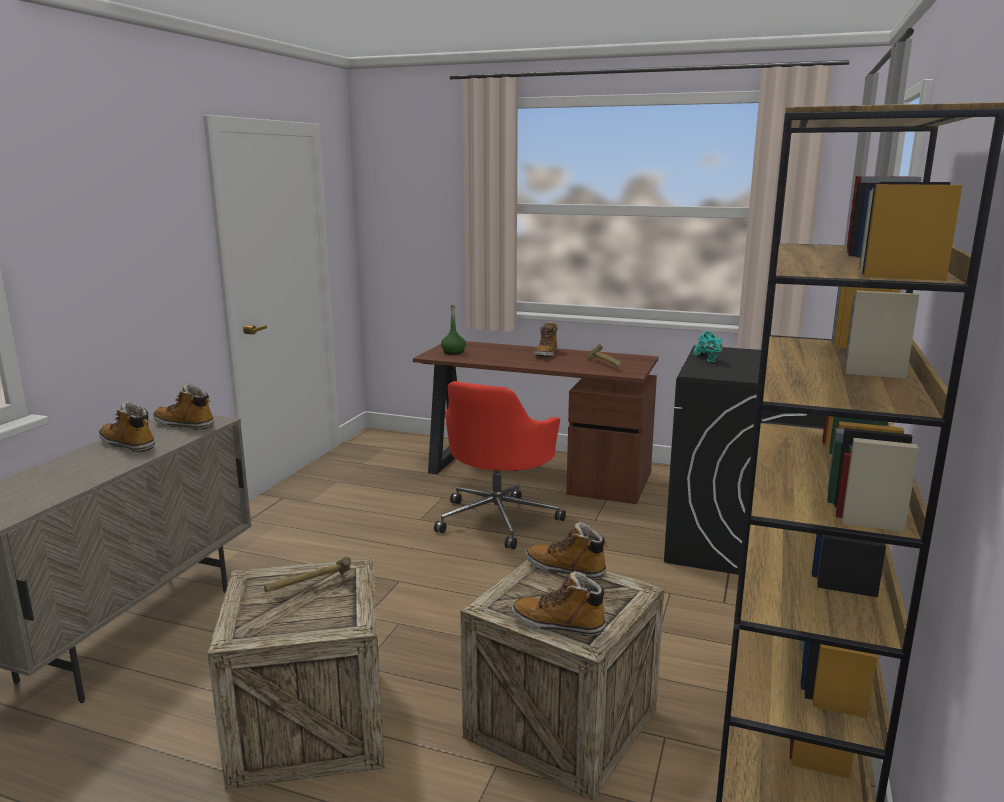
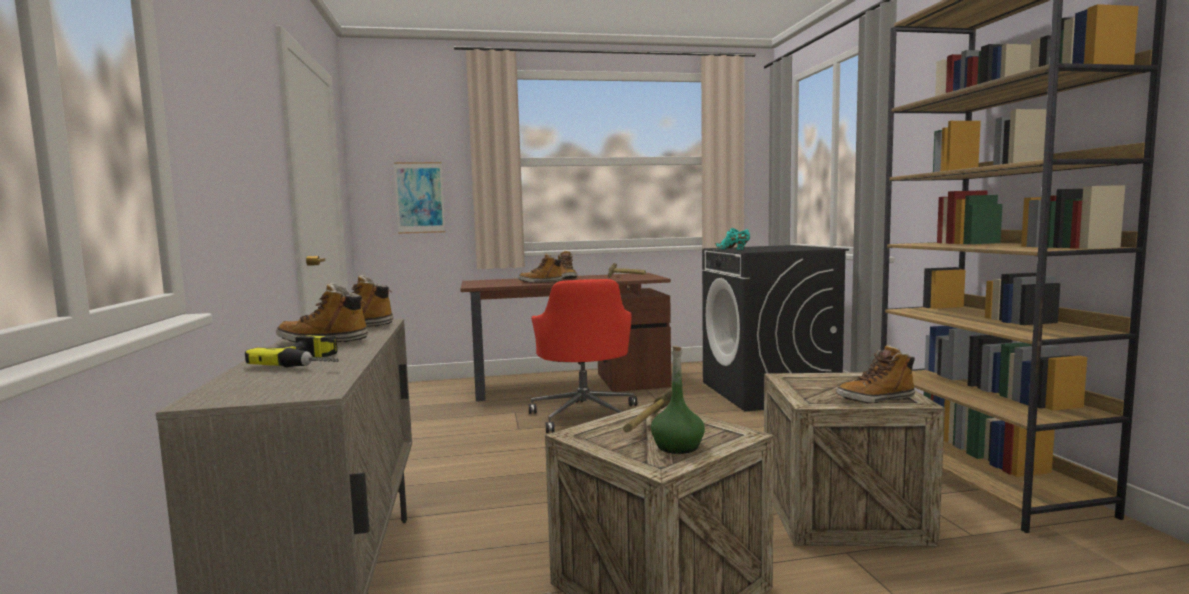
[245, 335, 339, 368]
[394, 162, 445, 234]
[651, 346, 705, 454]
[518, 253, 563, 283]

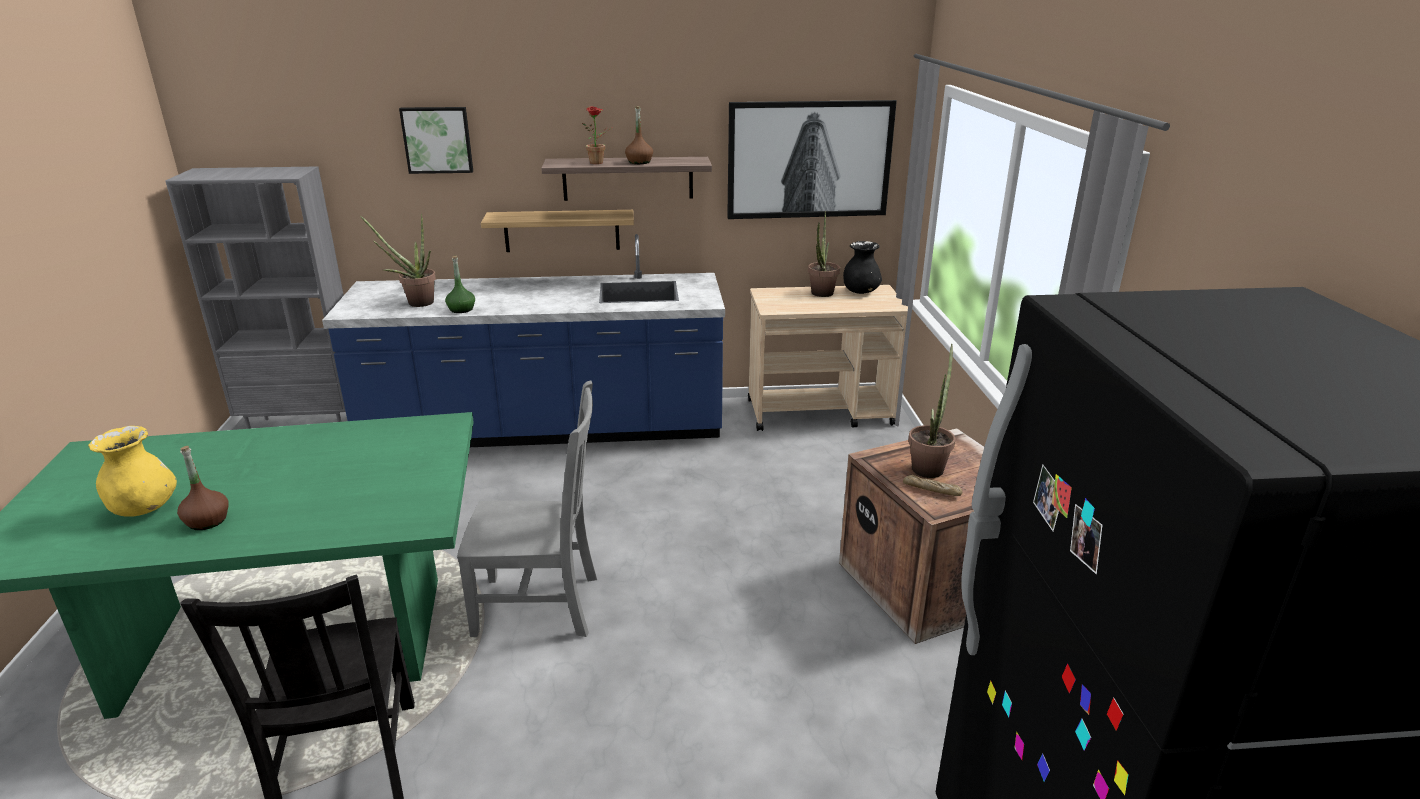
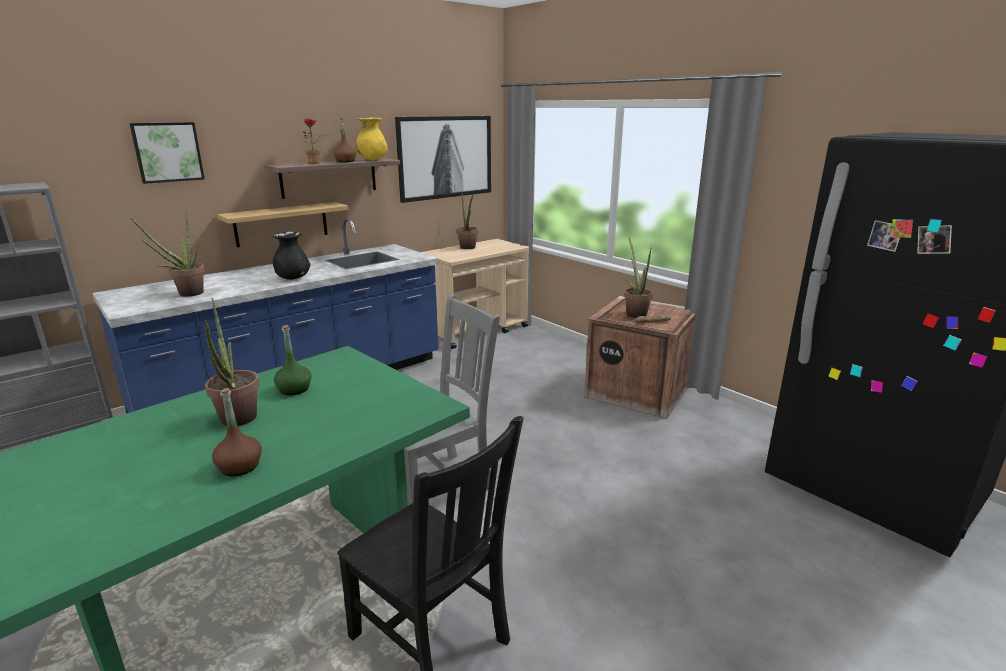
[205, 297, 260, 426]
[356, 118, 388, 160]
[274, 325, 312, 395]
[273, 232, 310, 280]

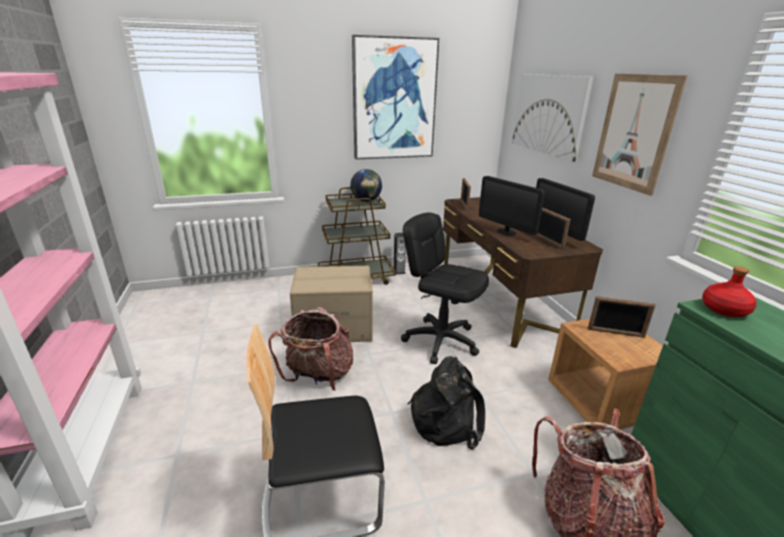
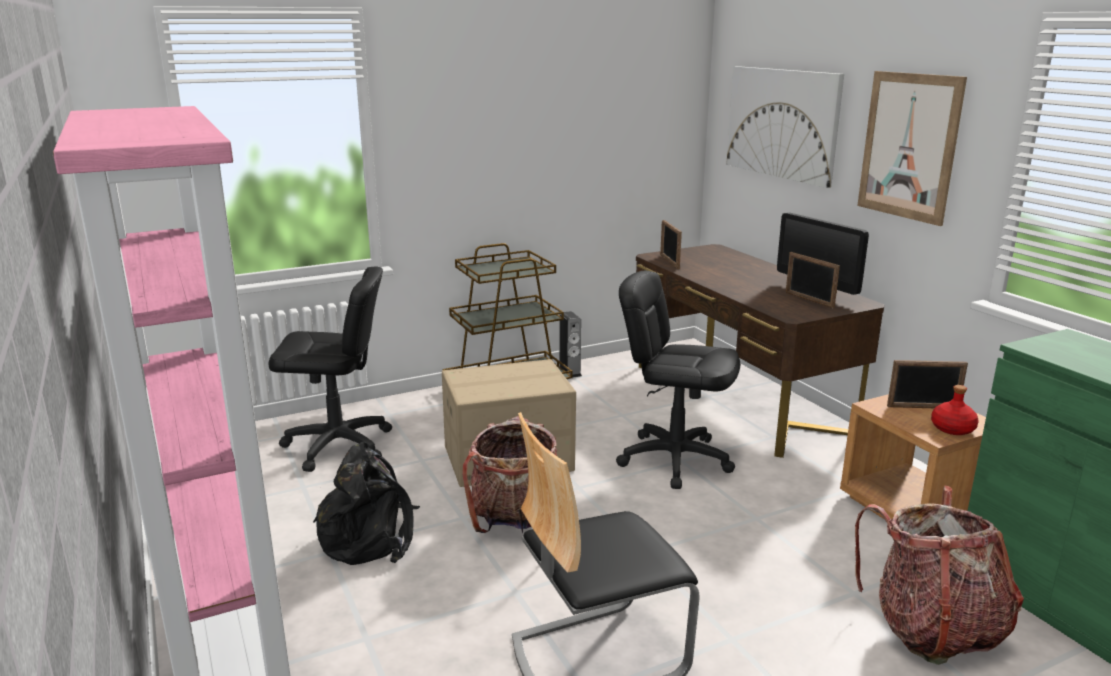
[350, 169, 382, 202] (first image)
[352, 35, 439, 159] (first image)
[479, 176, 545, 236] (first image)
[269, 267, 392, 472]
[313, 442, 420, 565]
[931, 385, 979, 435]

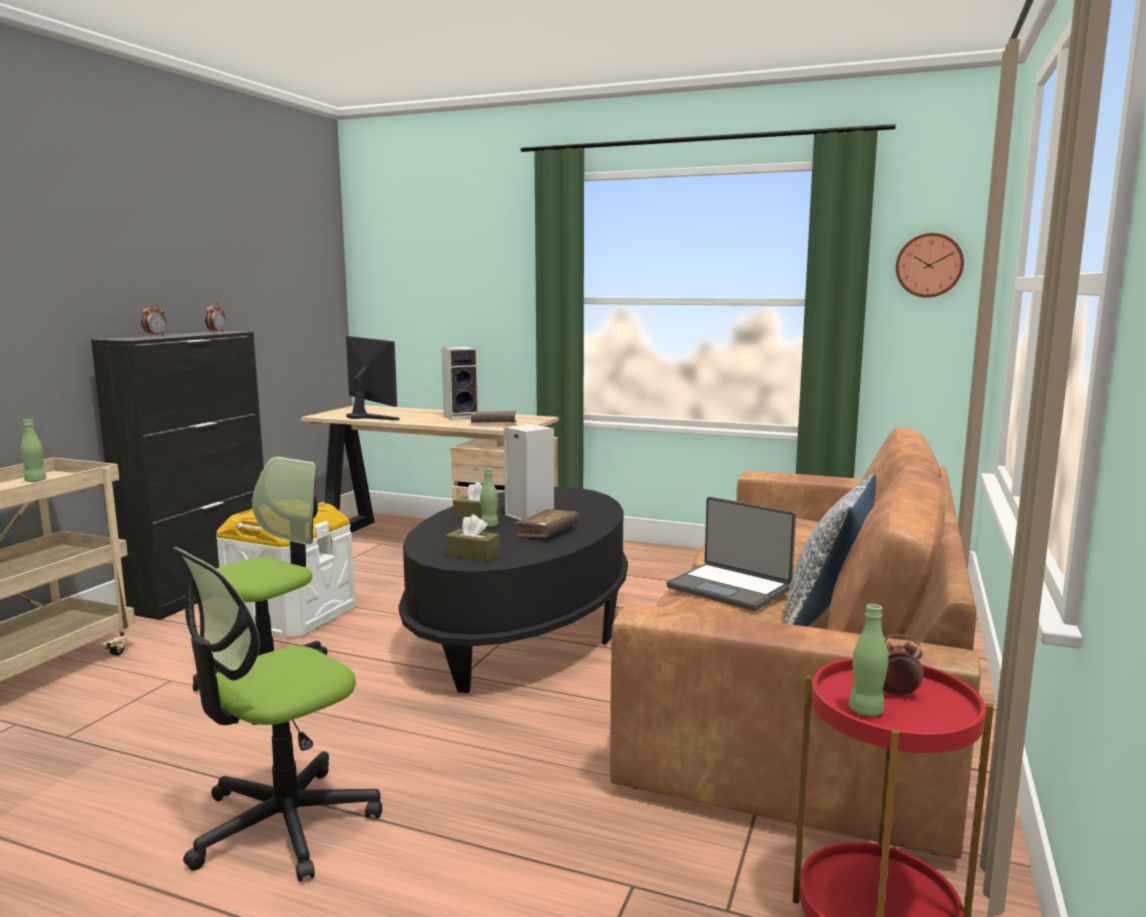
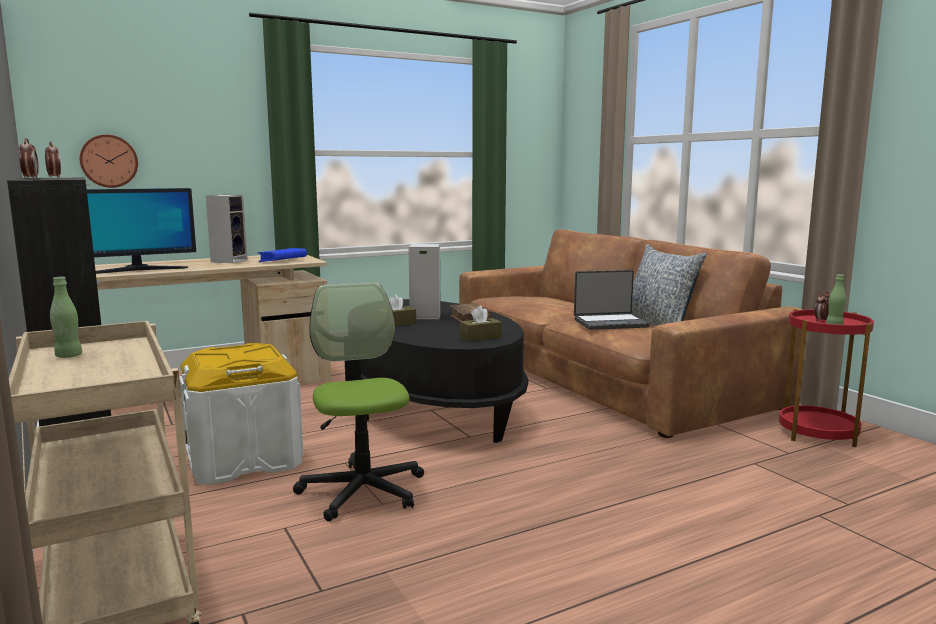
[172, 547, 382, 882] (first image)
[480, 468, 498, 527] (first image)
[80, 134, 138, 188]
[258, 248, 307, 262]
[87, 188, 196, 274]

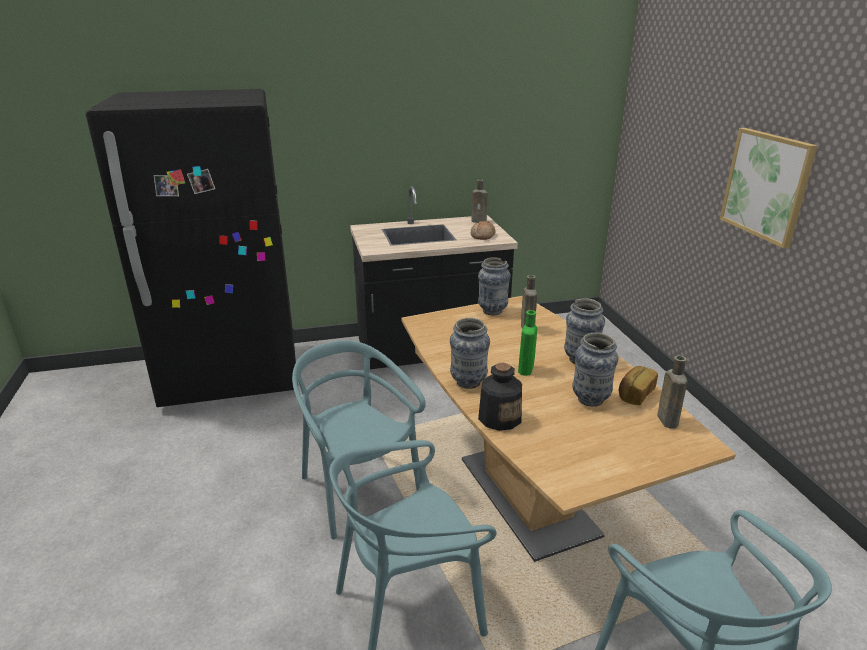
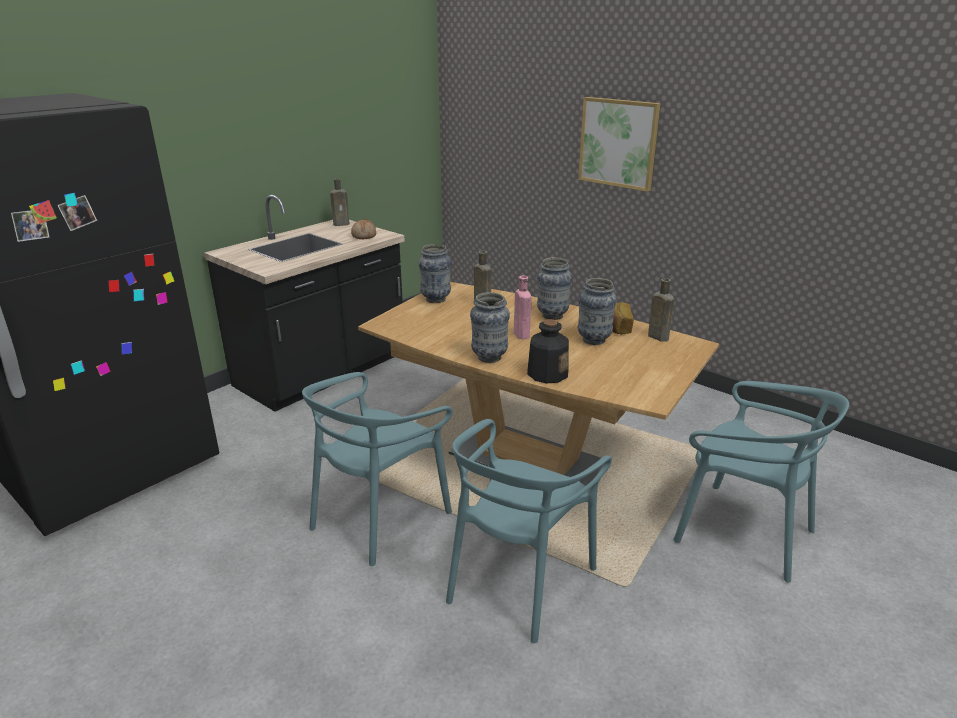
[514, 276, 532, 339]
[302, 372, 453, 566]

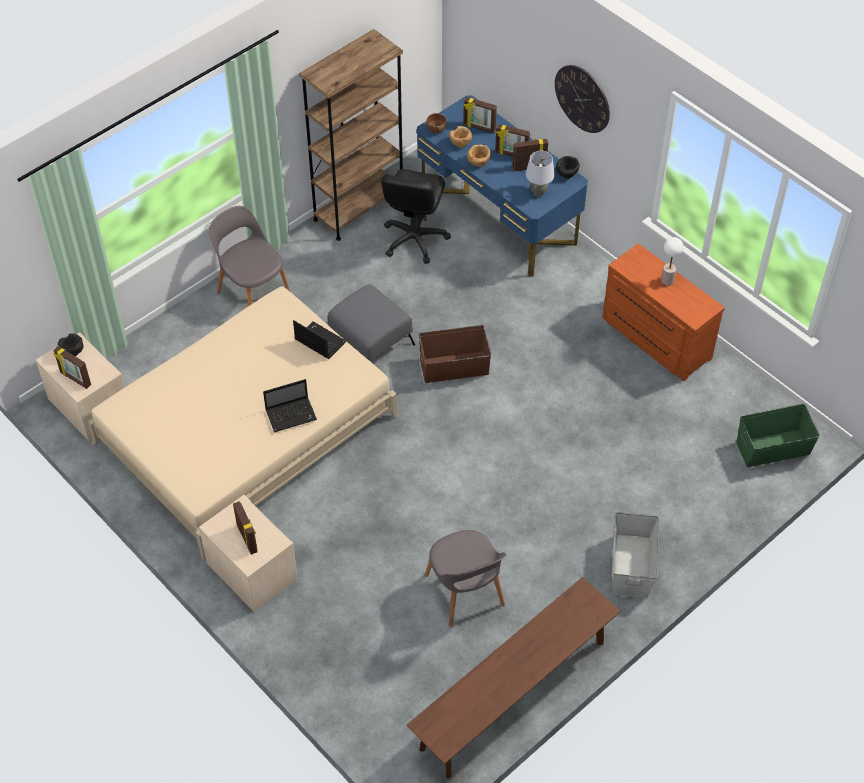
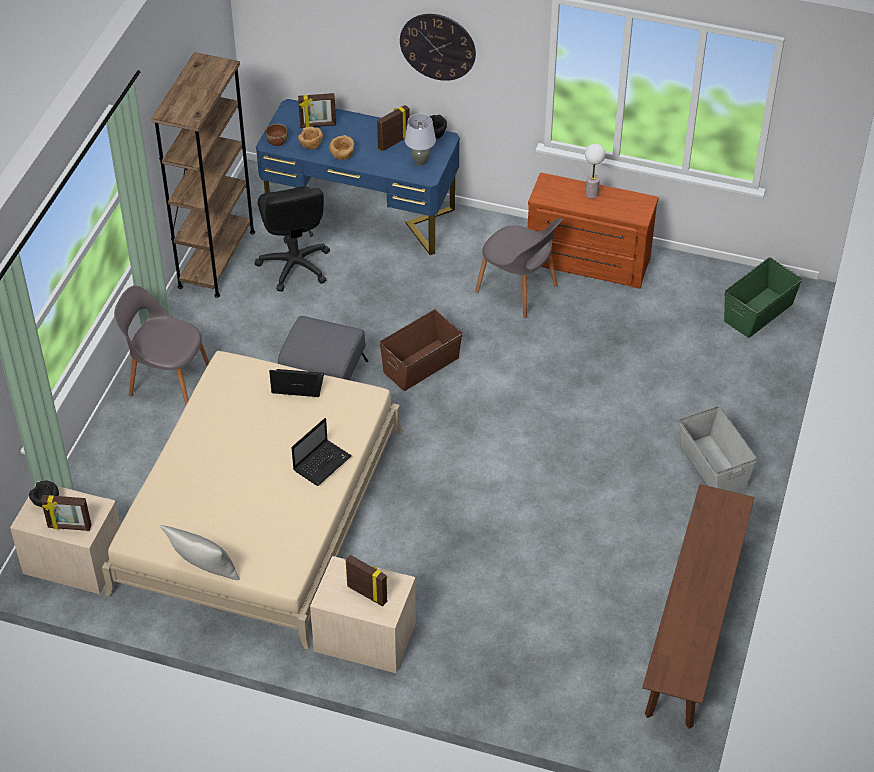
[495, 124, 530, 156] (first image)
[160, 525, 240, 580]
[475, 218, 562, 318]

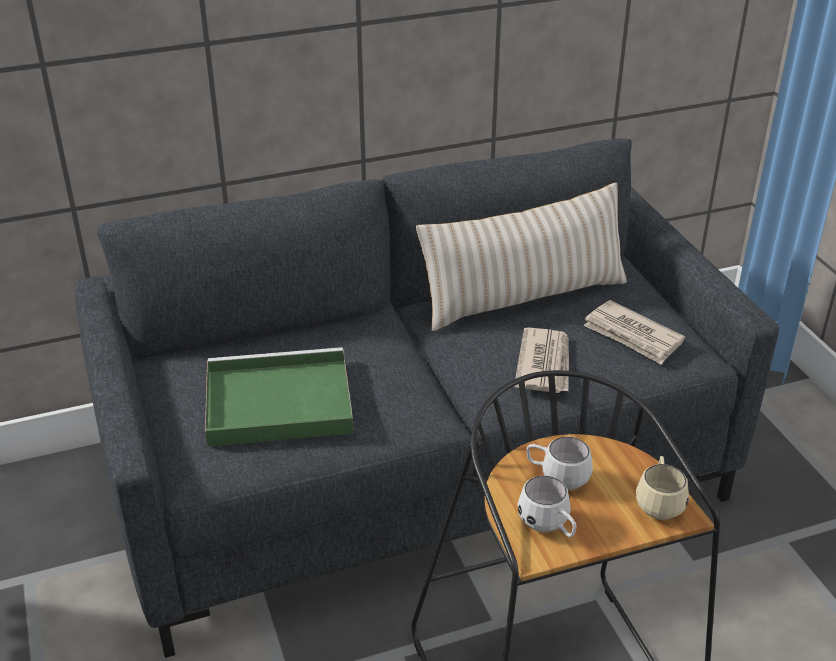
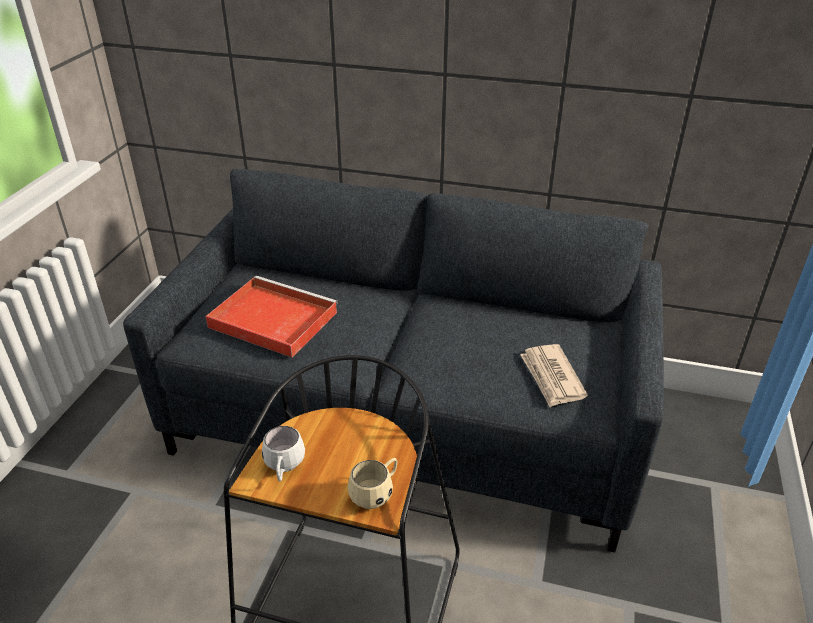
[416, 183, 627, 331] (first image)
[515, 327, 569, 393] (first image)
[526, 437, 593, 490] (first image)
[205, 276, 338, 357]

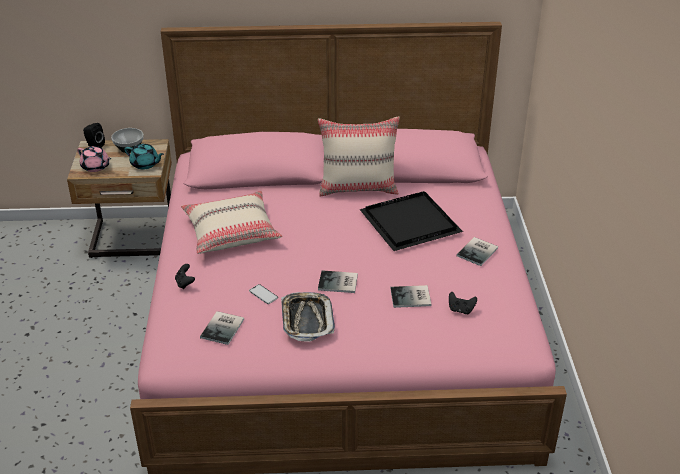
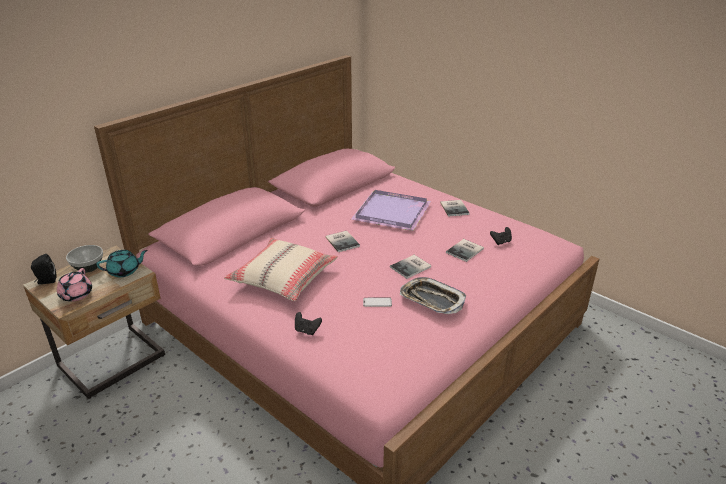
[318, 116, 400, 197] (first image)
[325, 231, 360, 252]
[351, 190, 431, 231]
[57, 268, 92, 302]

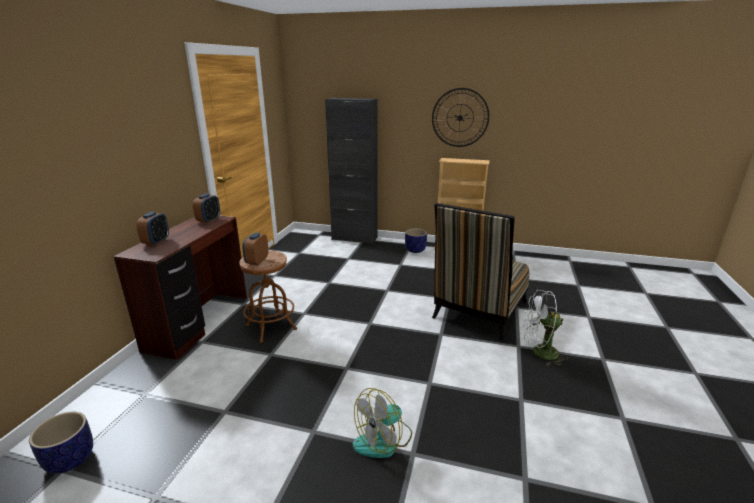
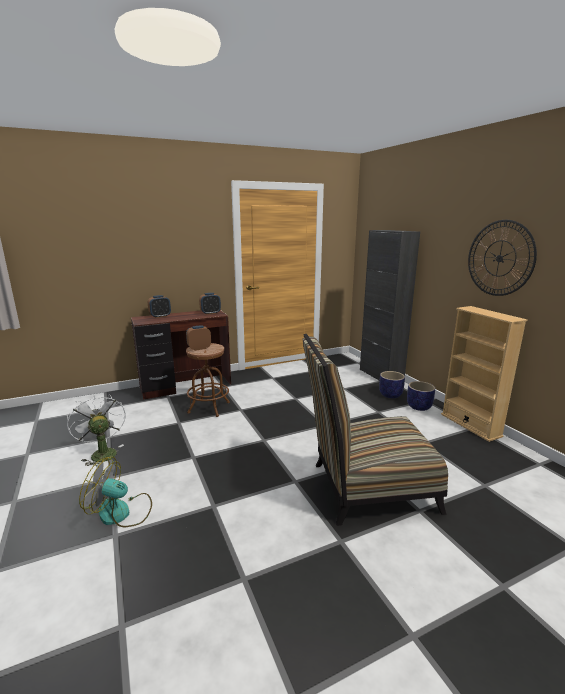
[379, 371, 405, 398]
[67, 394, 126, 466]

